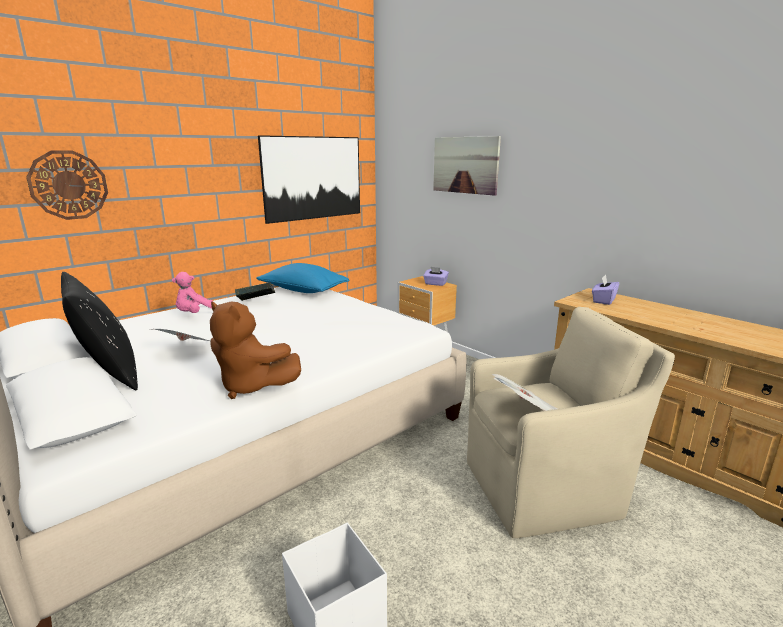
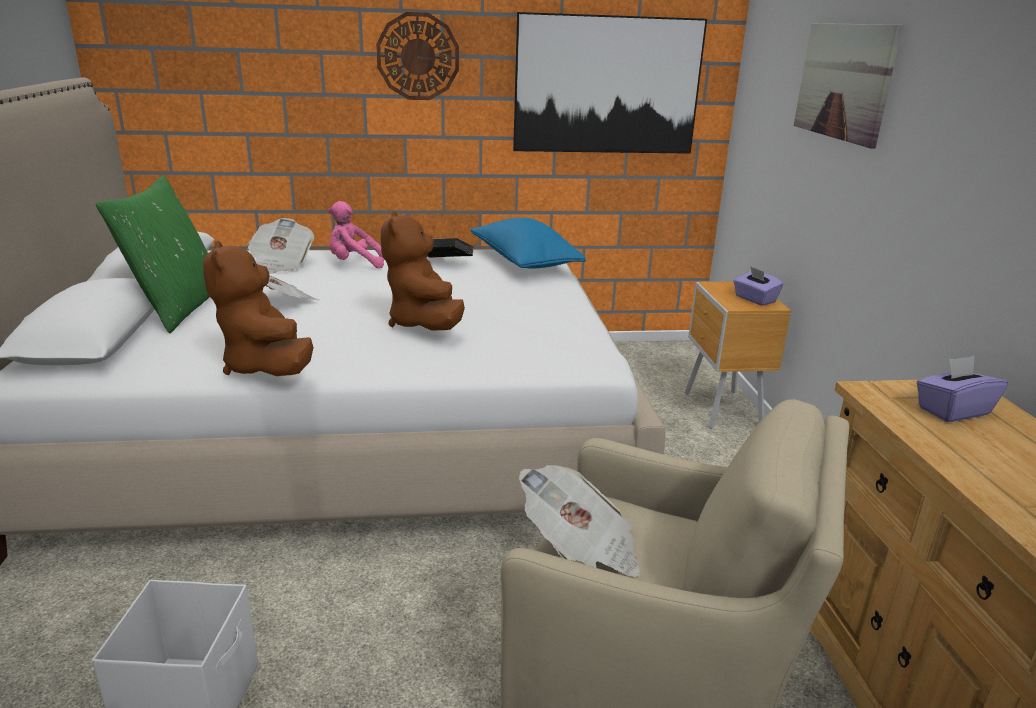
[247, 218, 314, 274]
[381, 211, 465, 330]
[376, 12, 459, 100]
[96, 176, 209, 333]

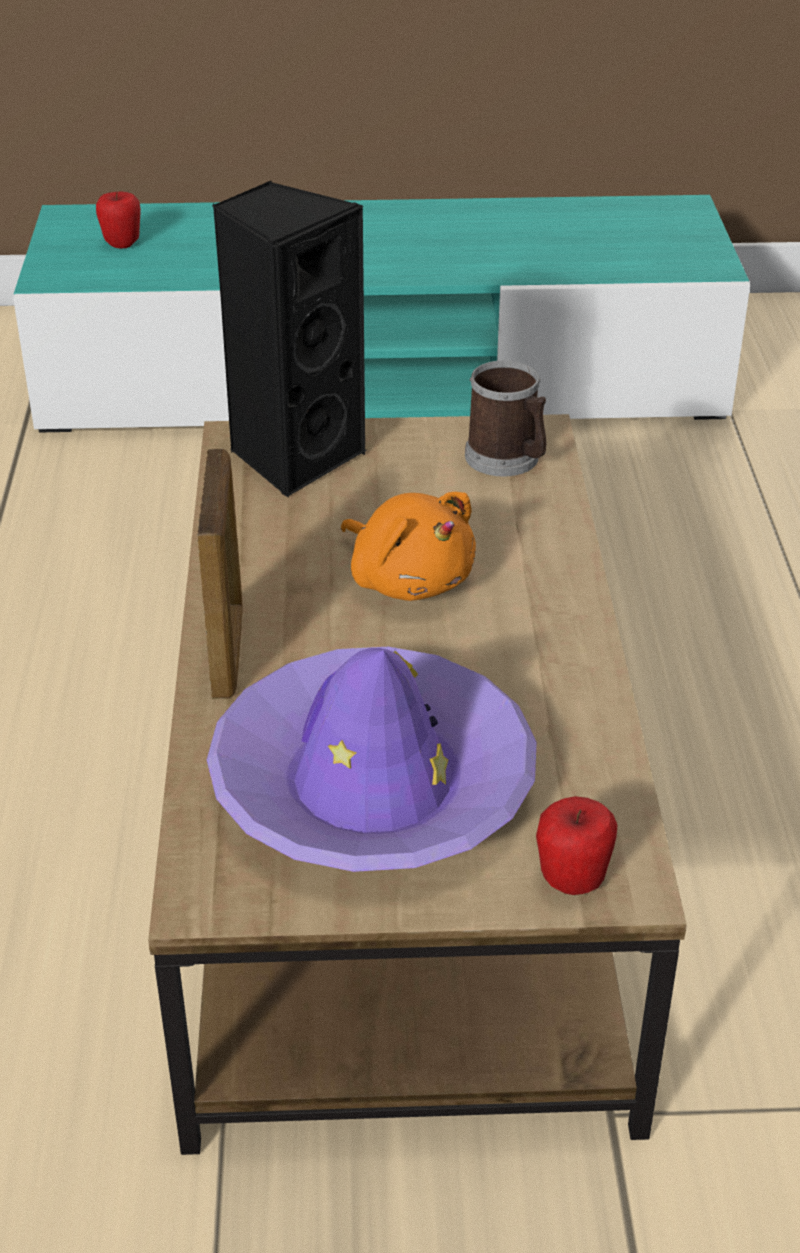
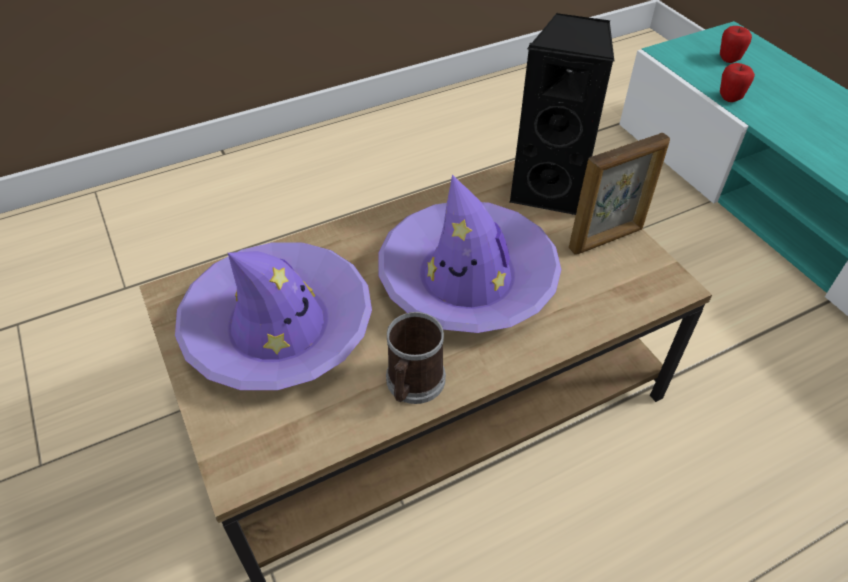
[569, 133, 670, 255]
[386, 312, 446, 404]
[720, 63, 755, 102]
[378, 175, 561, 333]

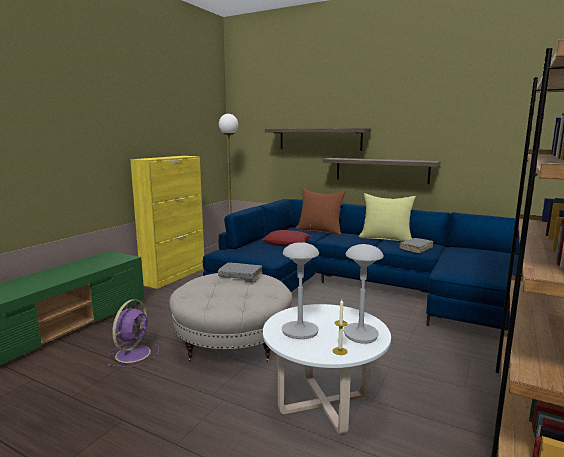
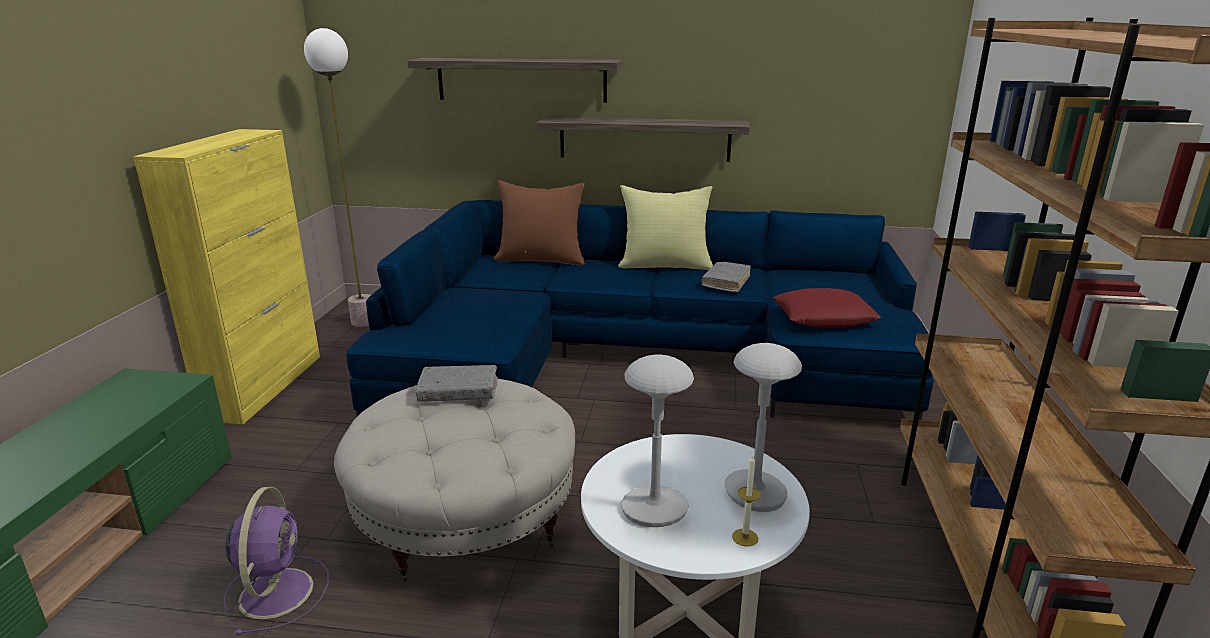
[773, 288, 881, 328]

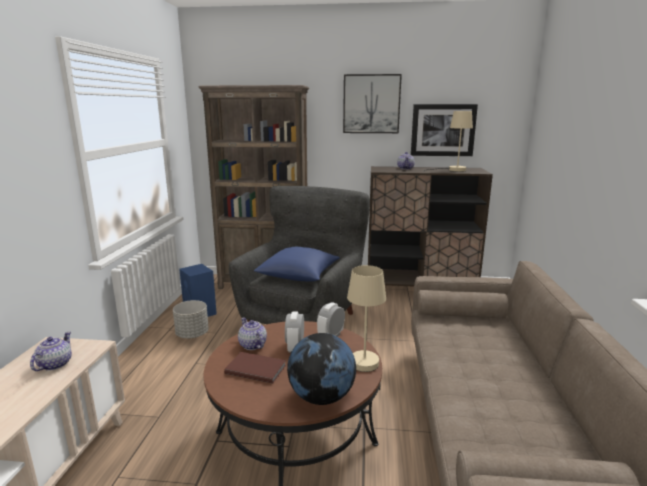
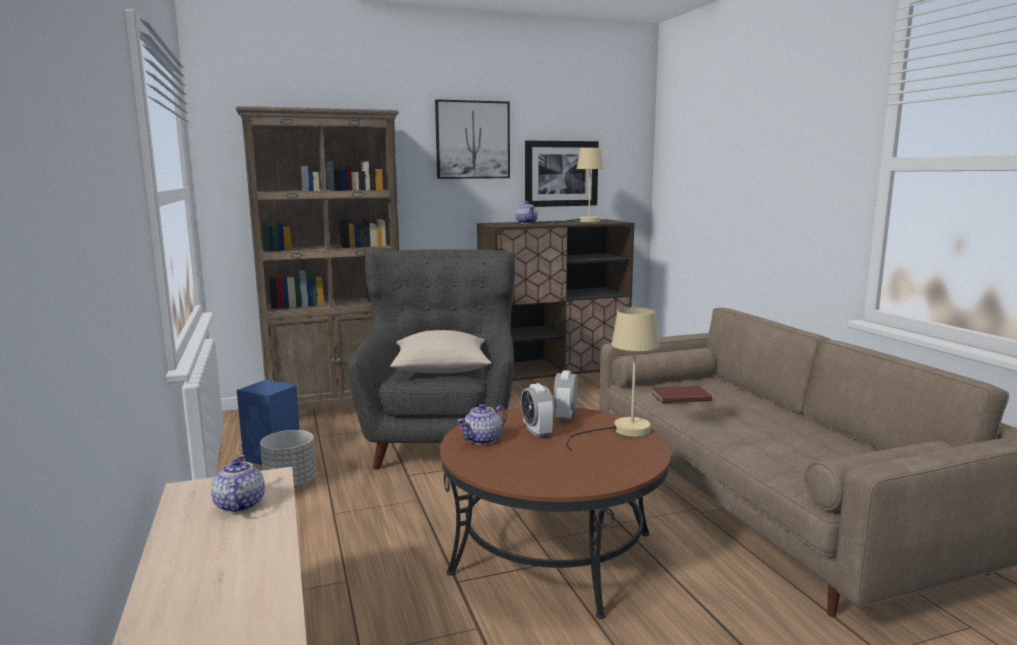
[287, 333, 356, 405] (first image)
[652, 386, 712, 403]
[390, 330, 492, 373]
[457, 404, 507, 445]

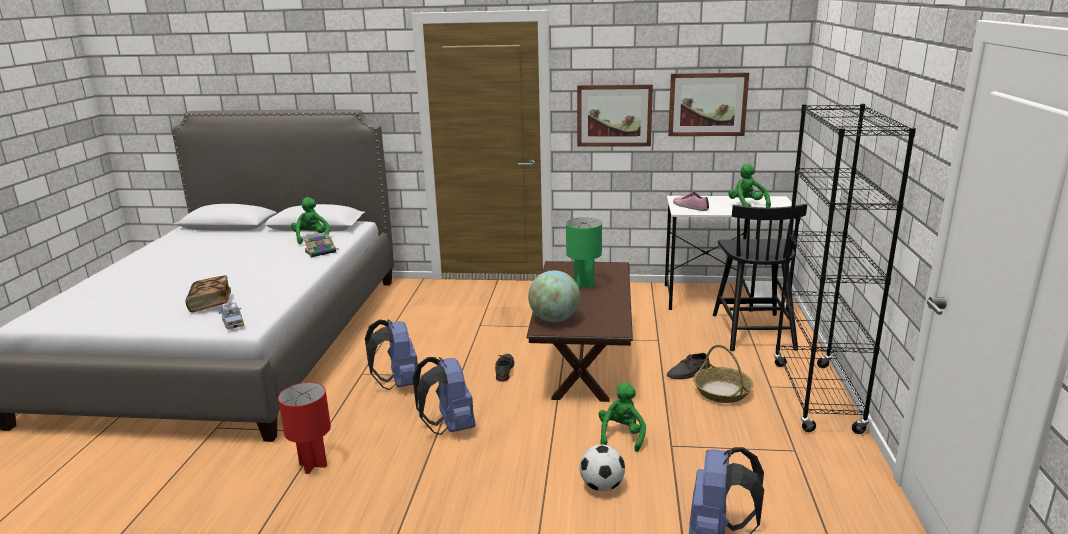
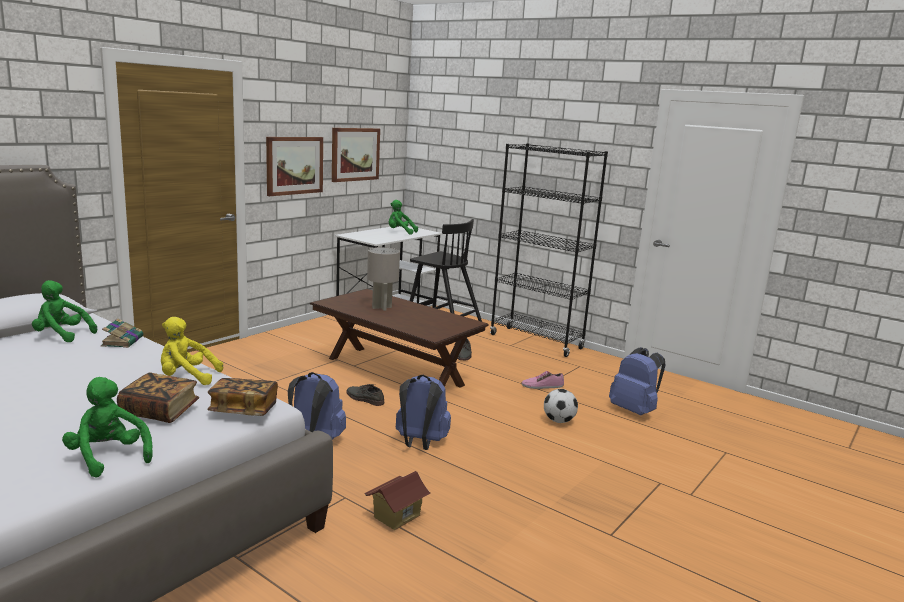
[528, 270, 580, 322] (first image)
[693, 345, 753, 403] (first image)
[161, 317, 223, 385]
[62, 377, 153, 478]
[521, 371, 564, 389]
[207, 378, 278, 416]
[364, 471, 431, 530]
[367, 247, 400, 311]

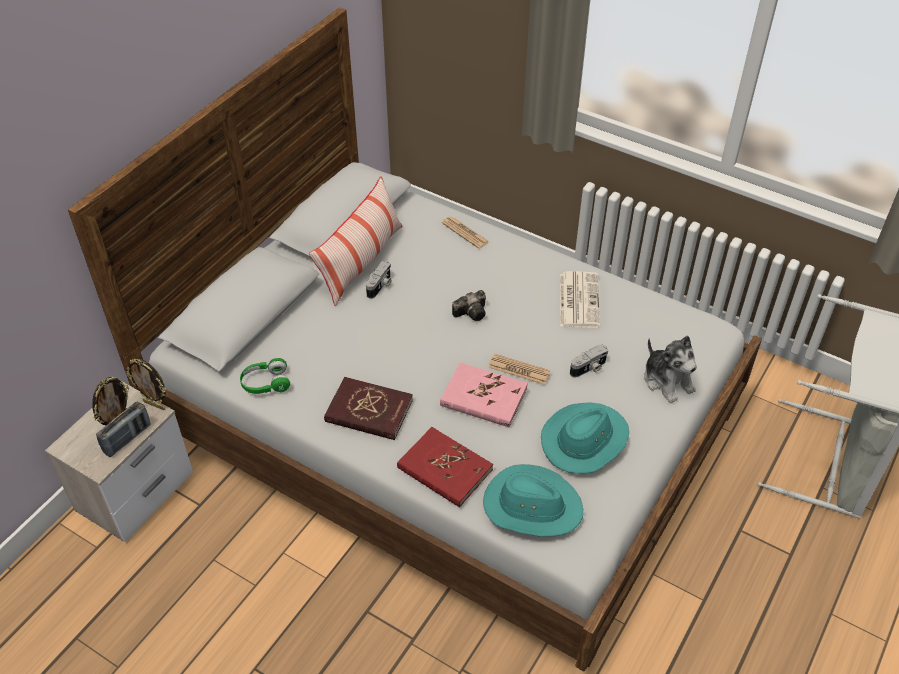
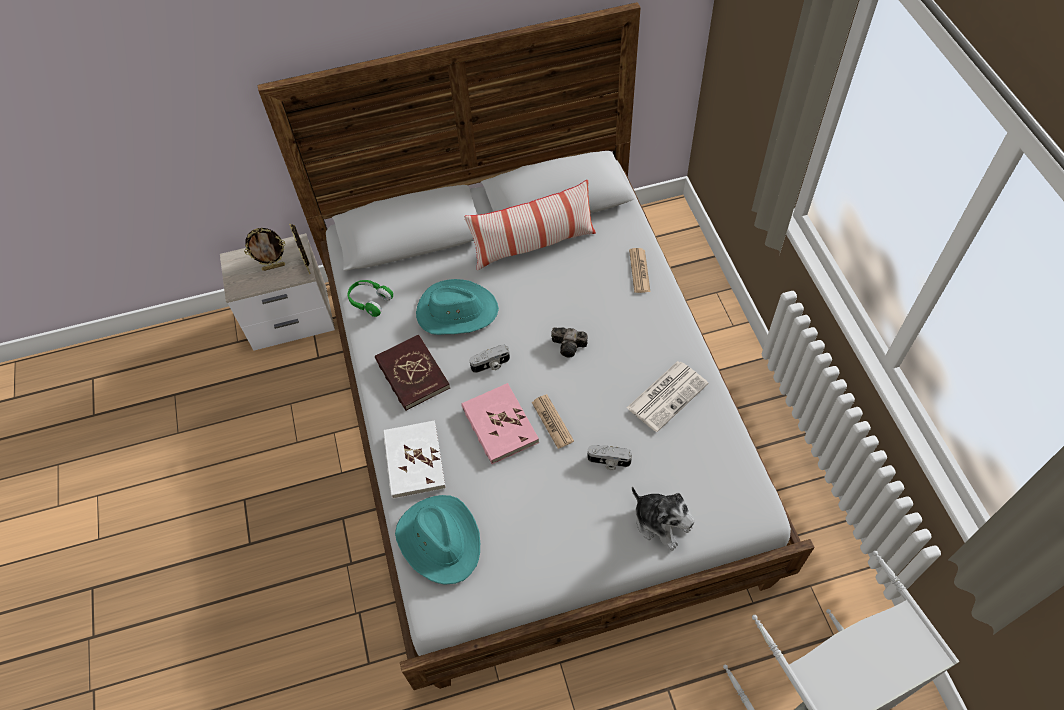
[96, 402, 150, 457] (first image)
[470, 344, 510, 373]
[416, 279, 499, 335]
[383, 420, 446, 499]
[632, 487, 695, 551]

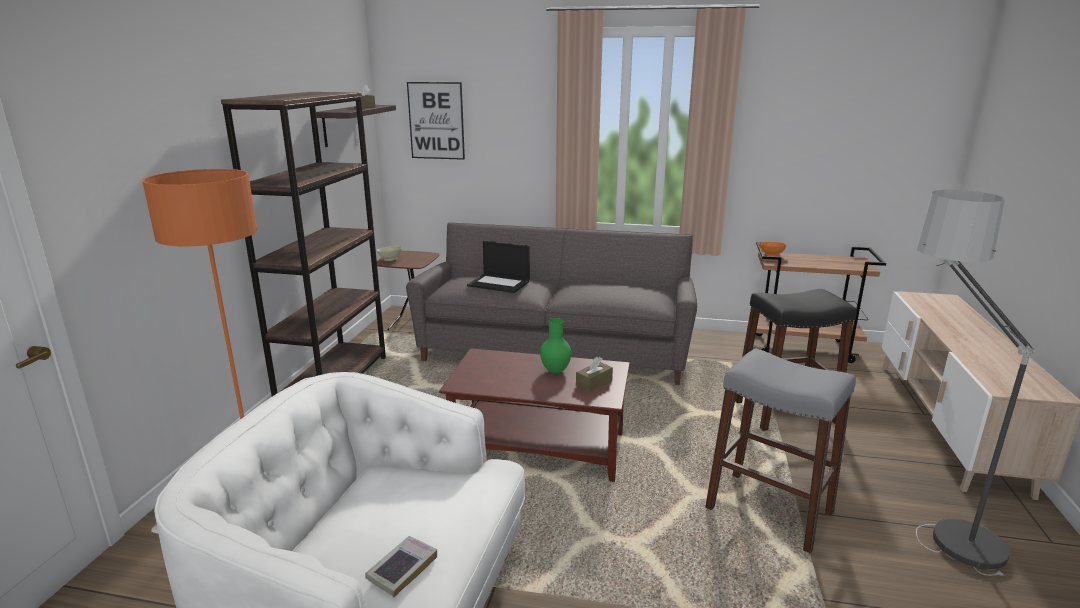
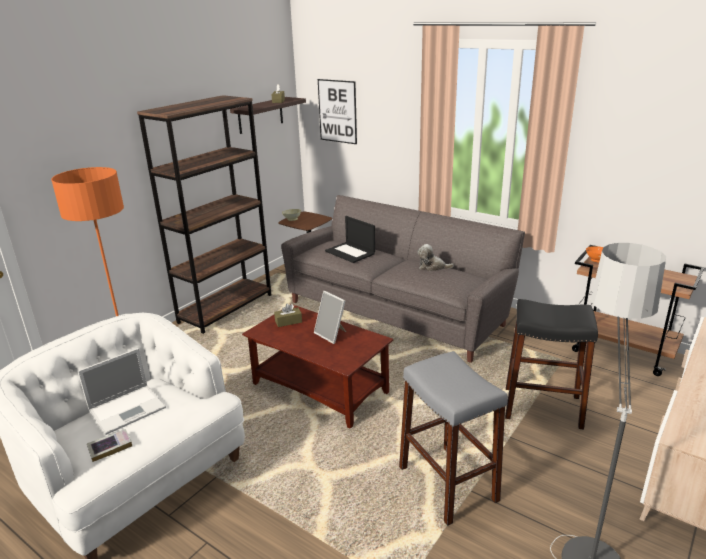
[78, 348, 166, 435]
[417, 244, 454, 271]
[274, 303, 302, 327]
[314, 291, 346, 344]

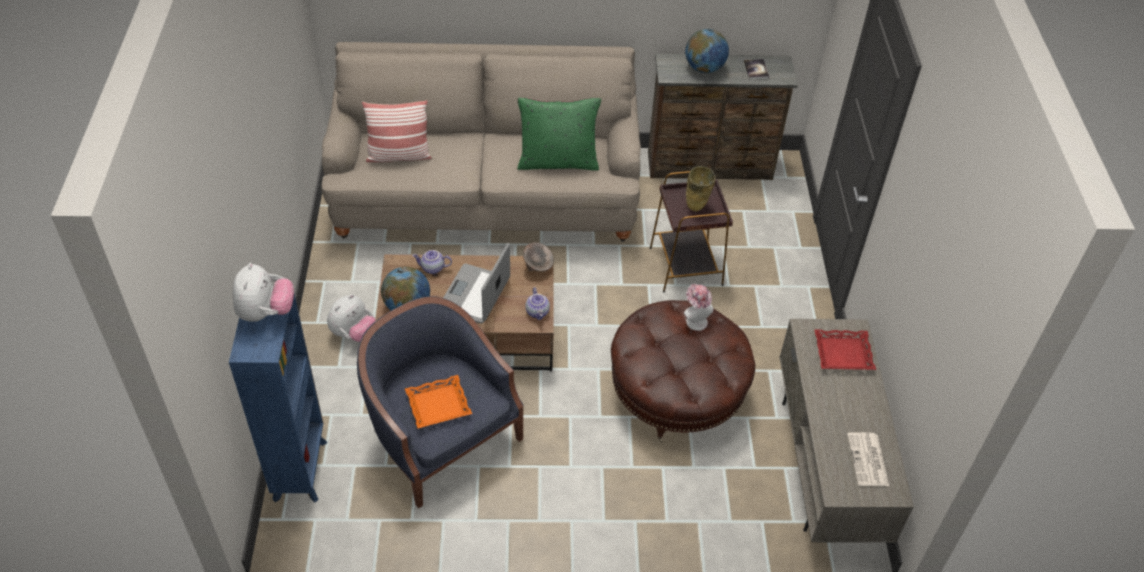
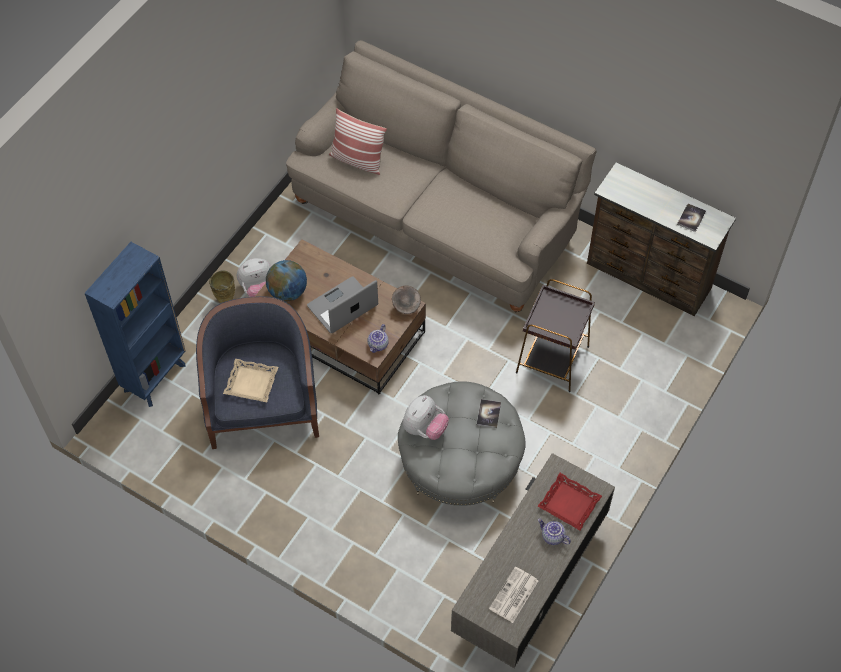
[517, 98, 601, 171] (first image)
[685, 29, 729, 73] (first image)
[402, 395, 449, 440]
[538, 518, 571, 545]
[209, 270, 235, 303]
[477, 399, 501, 428]
[223, 359, 278, 402]
[398, 381, 526, 506]

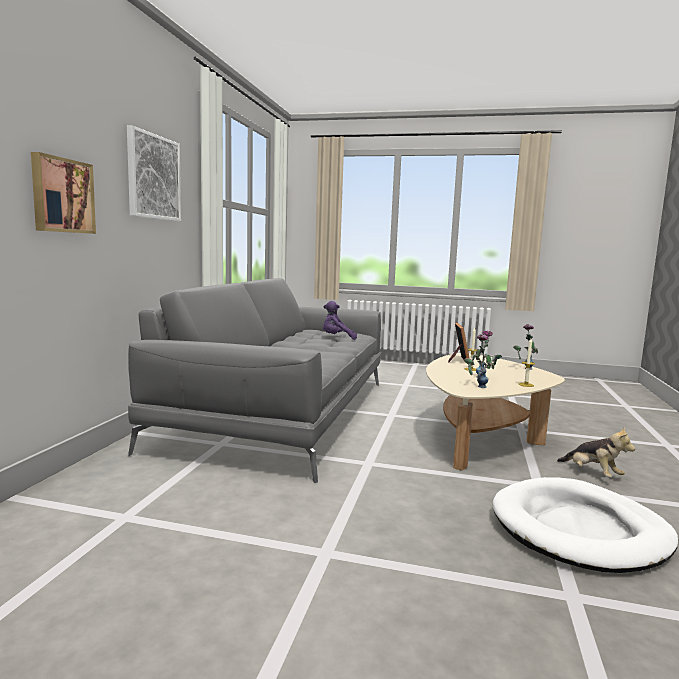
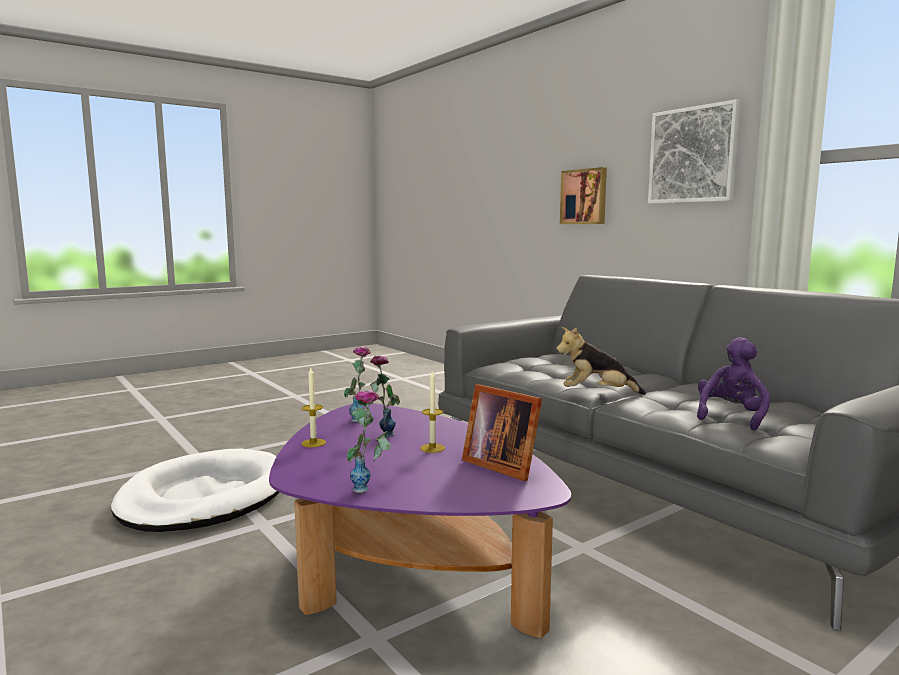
[556, 327, 646, 394]
[269, 404, 571, 638]

